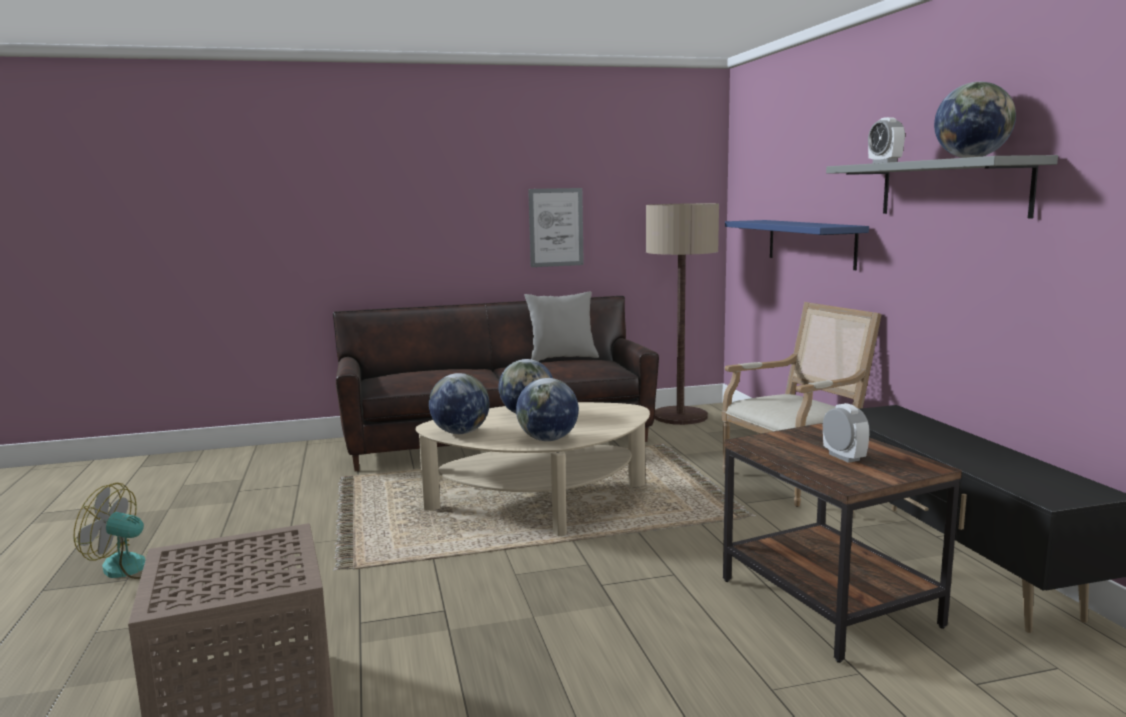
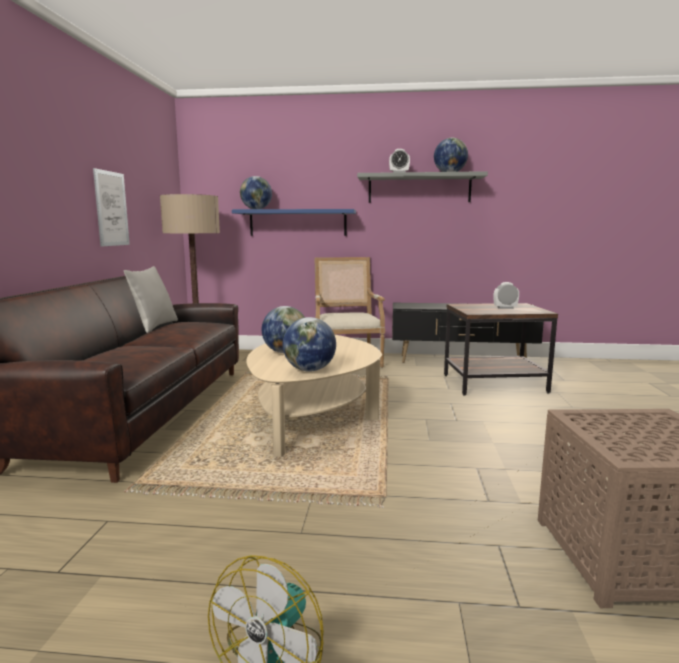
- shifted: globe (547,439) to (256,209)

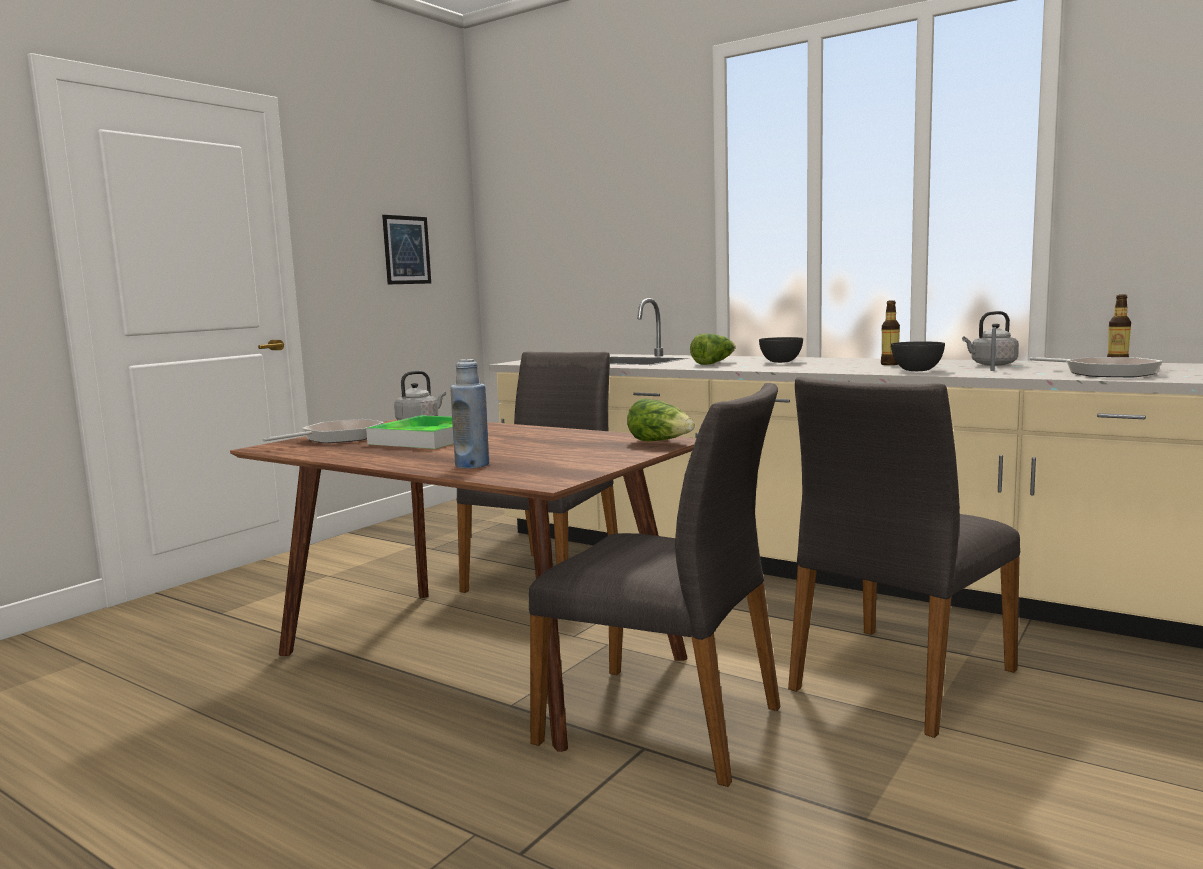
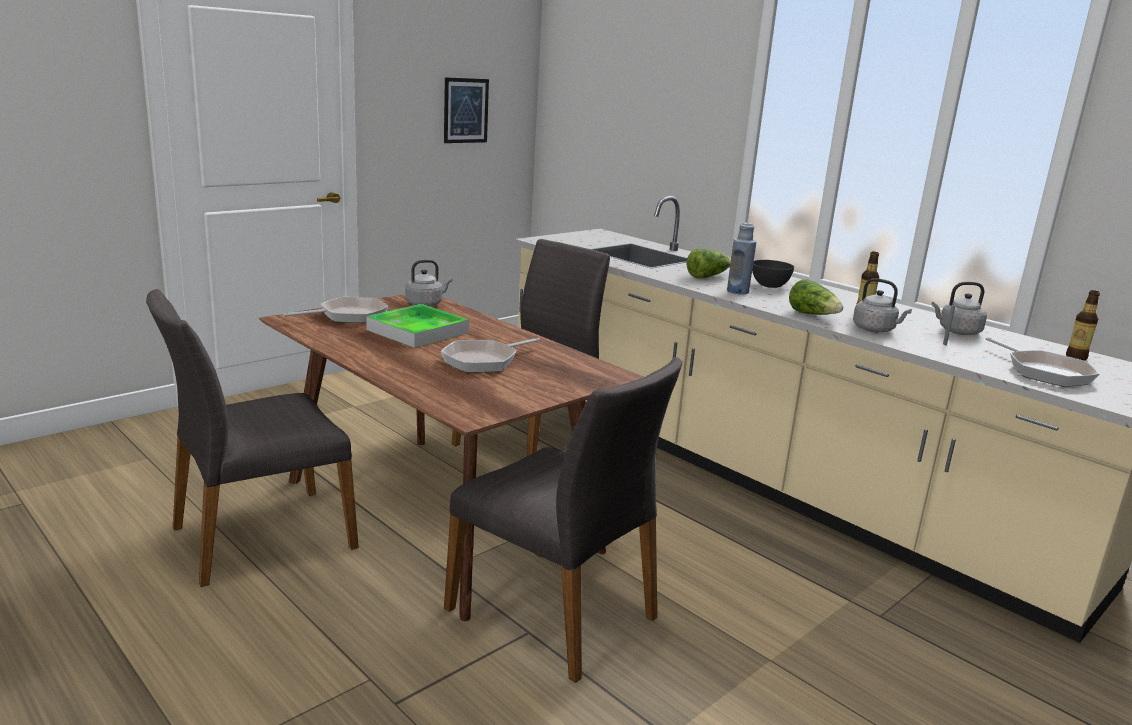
- shifted: chair (grey) (898,679) to (261,536)
- new: frying pan (484,361)
- shifted: bottle (blue) (472,465) to (737,291)
- shifted: lettuce (661,442) to (813,315)
- swapped: bowl (grey) (917,370) to kettle (grey) (876,330)

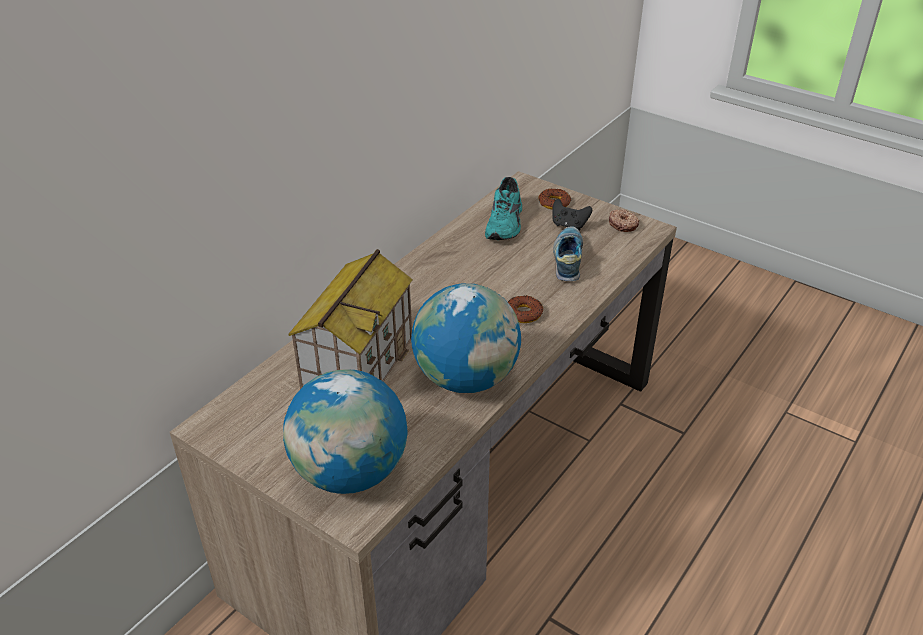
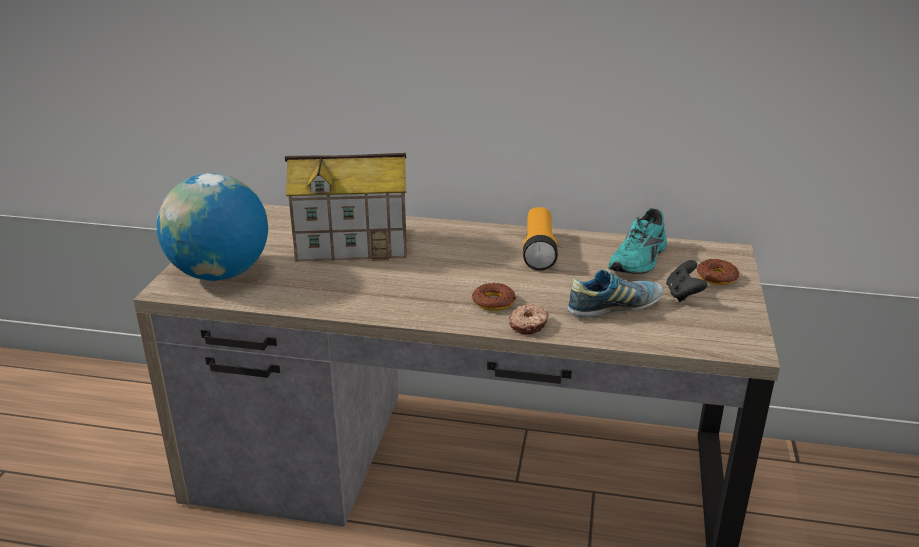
- shifted: donut (623,224) to (529,325)
- new: flashlight (539,250)
- rotated: shoe (turquoise) (506,223) = (640,259) 45 degrees counterclockwise
- gone: globe (466,378)

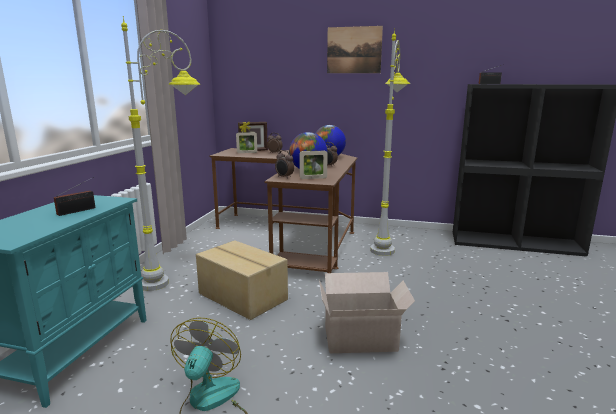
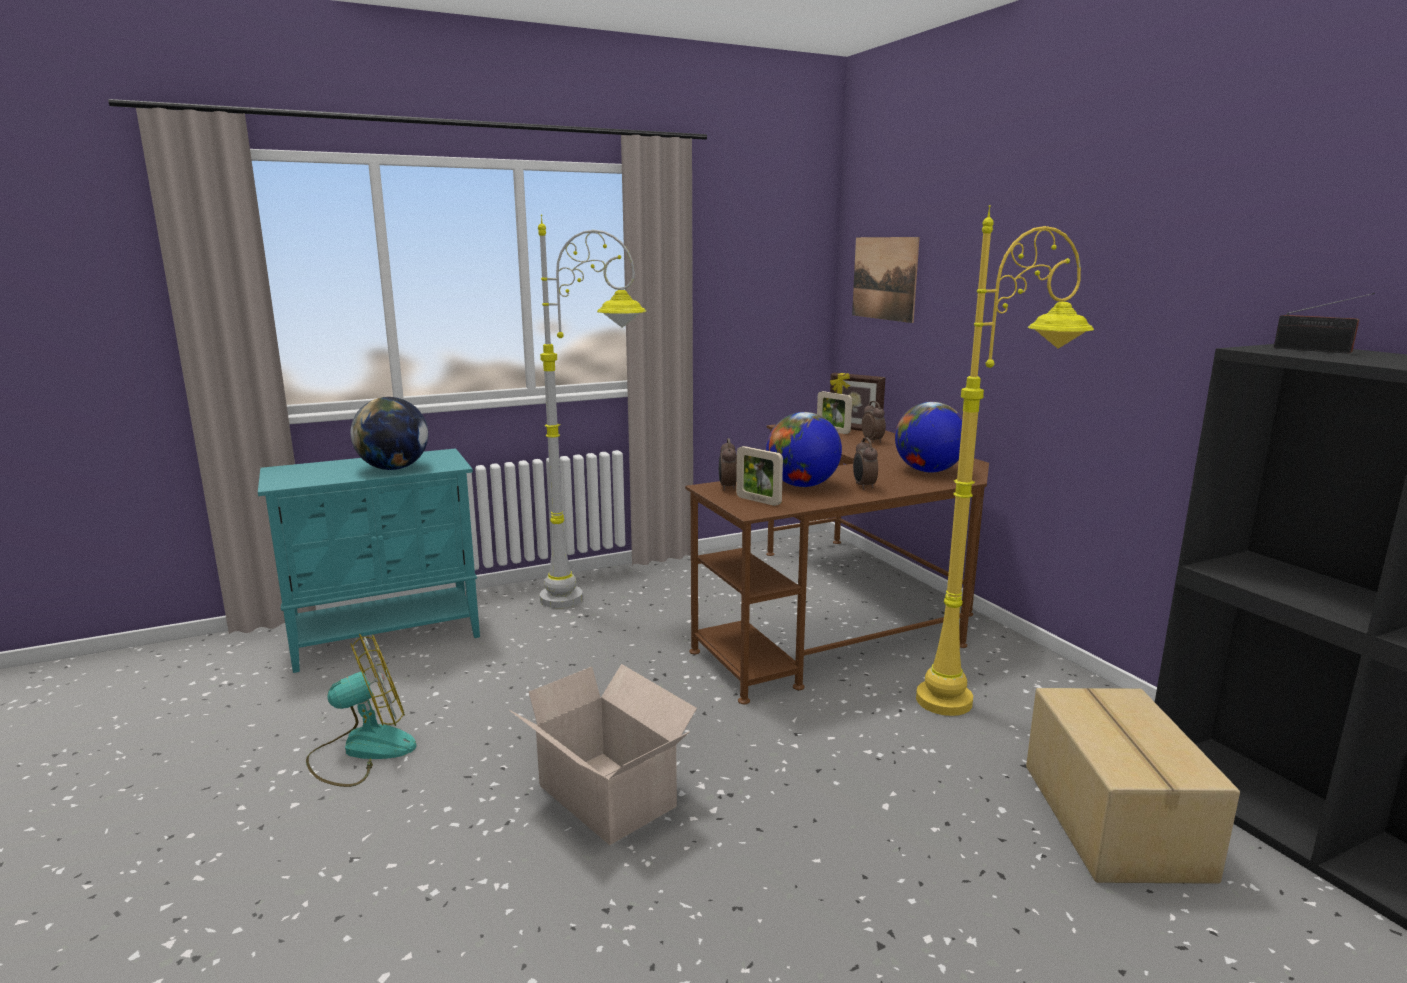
- swapped: radio (79,211) to globe (394,468)
- shifted: picture (354,50) to (884,278)
- repainted: floor lamp (grey) (385,243) to floor lamp (yellow) (982,692)
- shifted: cardboard box (242,297) to (1111,820)

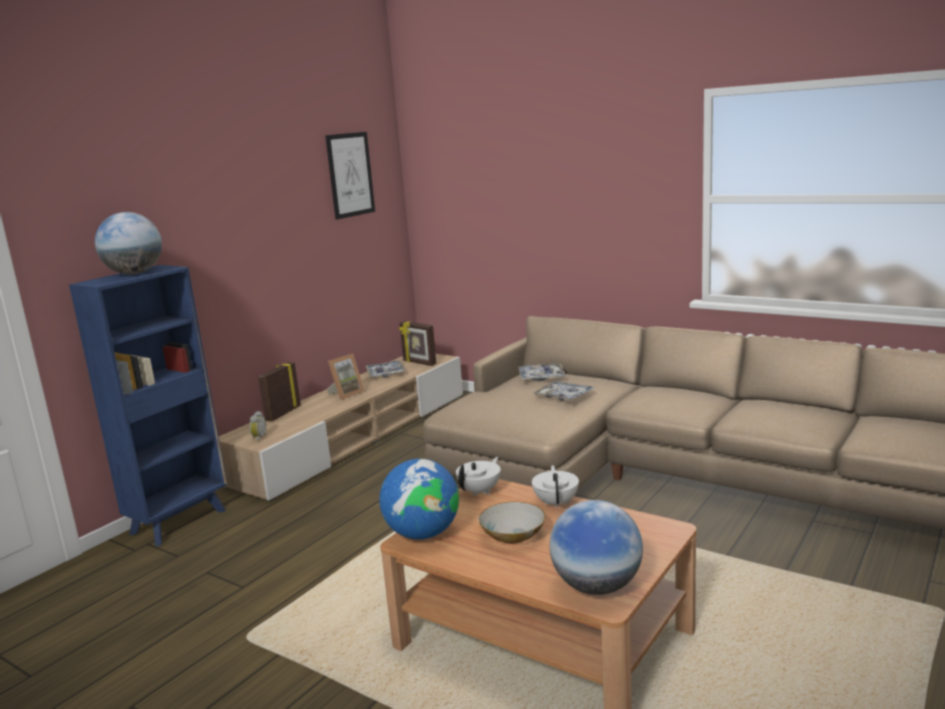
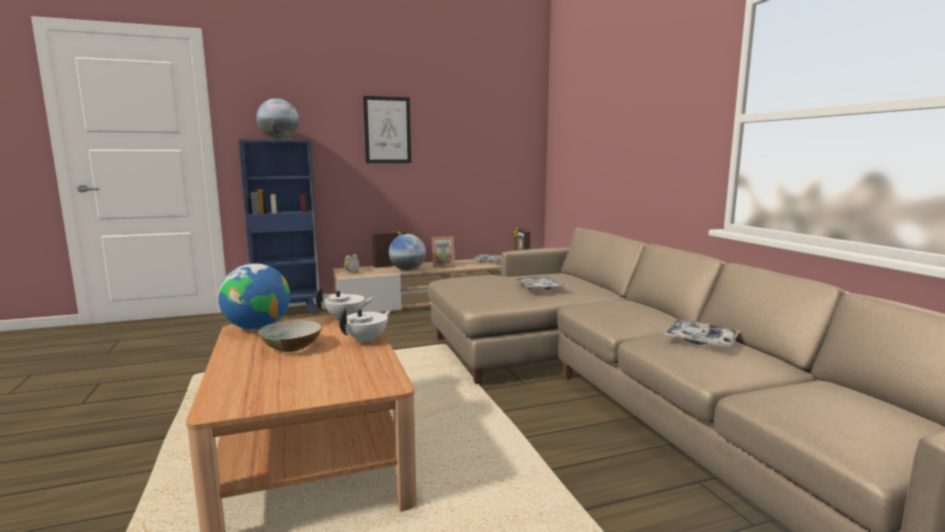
- shifted: picture (350,175) to (387,130)
- shifted: globe (596,586) to (407,270)
- shifted: tray (541,377) to (701,340)

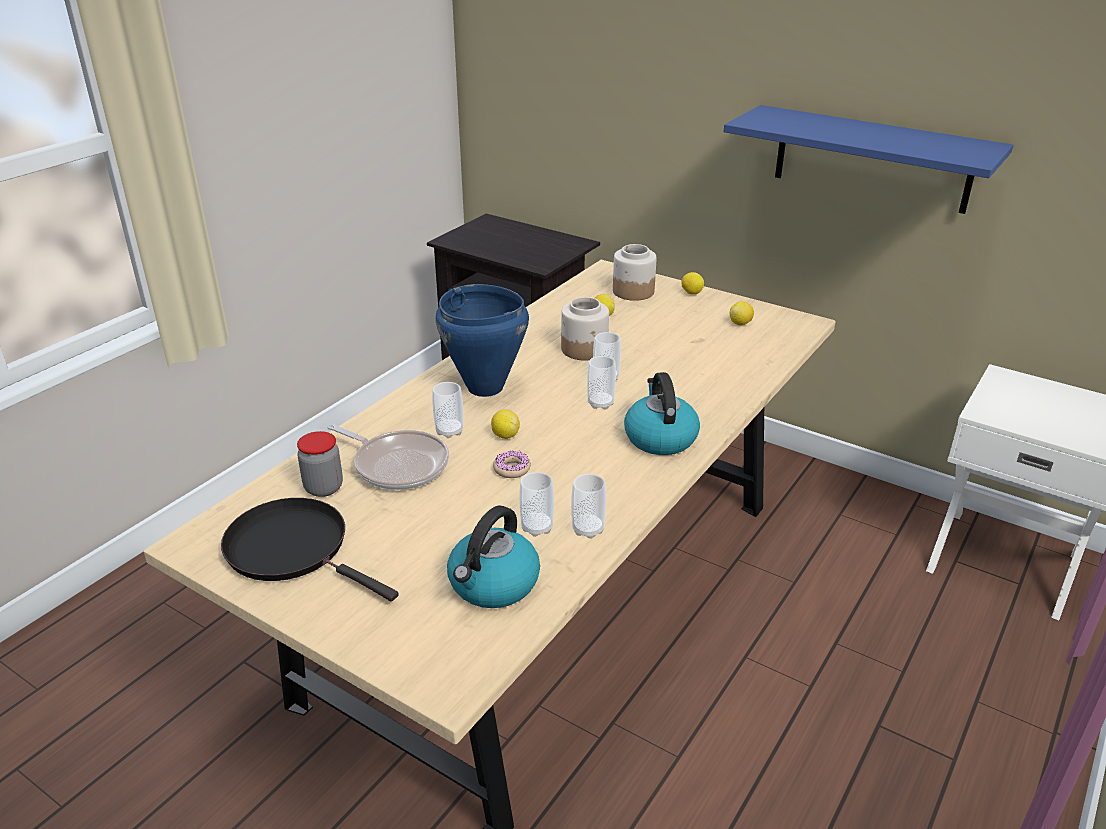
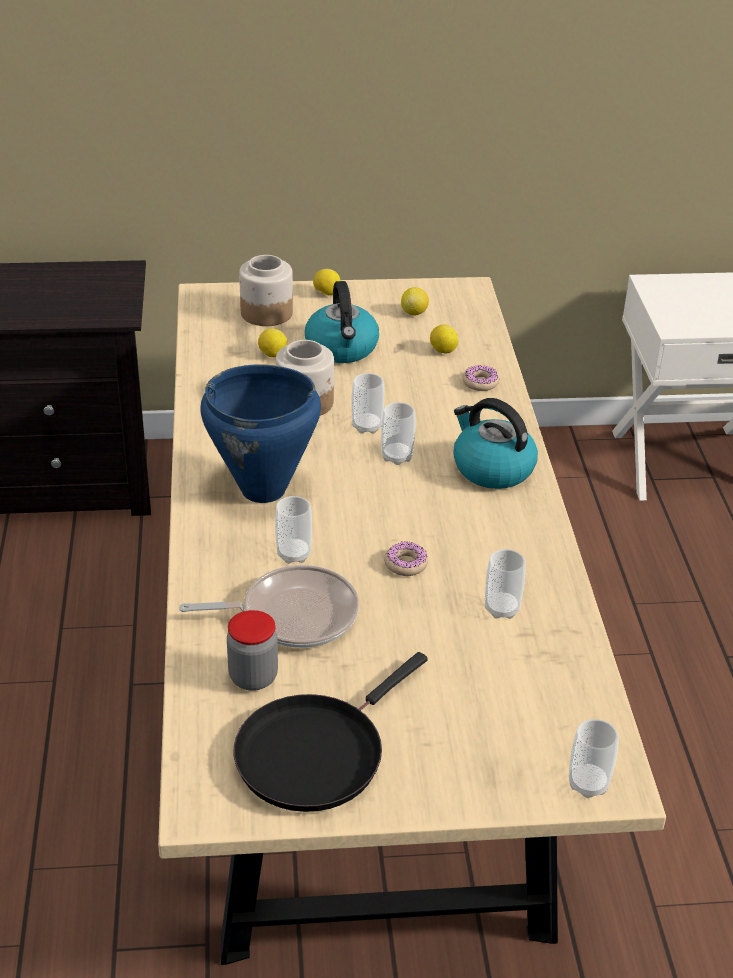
- rotated: frying pan (black) (293,549) = (315,752) 45 degrees counterclockwise
- shifted: kettle (493,584) to (342,349)
- shifted: lemon (505,435) to (443,351)
- new: donut (480,383)
- shifted: cup (588,529) to (588,784)
- gone: shelf (blue) (872,159)

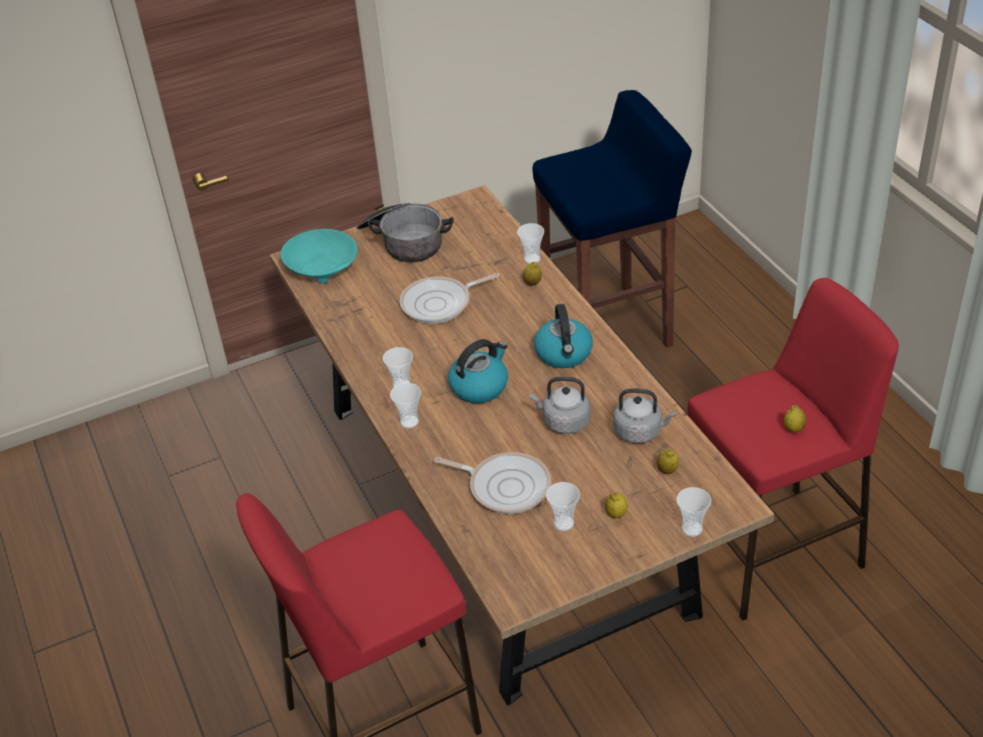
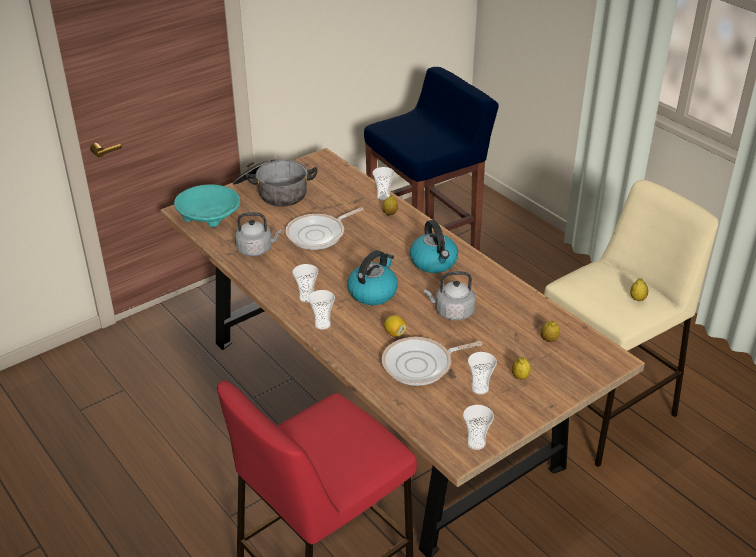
- shifted: kettle (grey) (640,431) to (256,249)
- rotated: frying pan (505,486) = (421,365) 150 degrees clockwise
- new: lemon (394,333)
- shifted: cup (692,529) to (476,443)
- repainted: stool (red) (772,551) to stool (beige) (603,412)

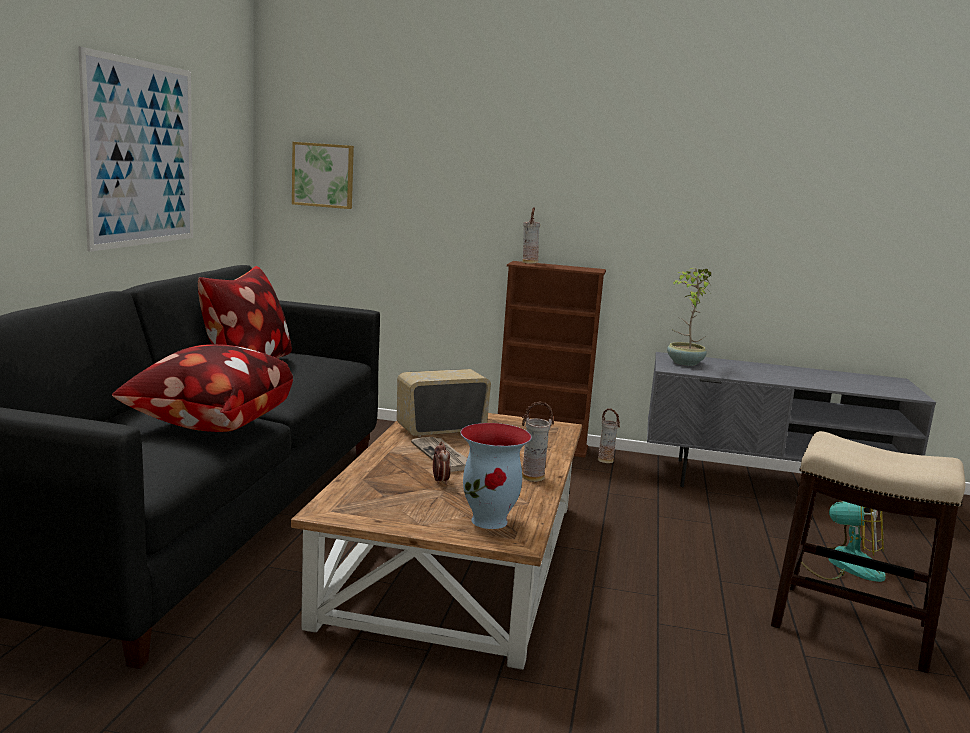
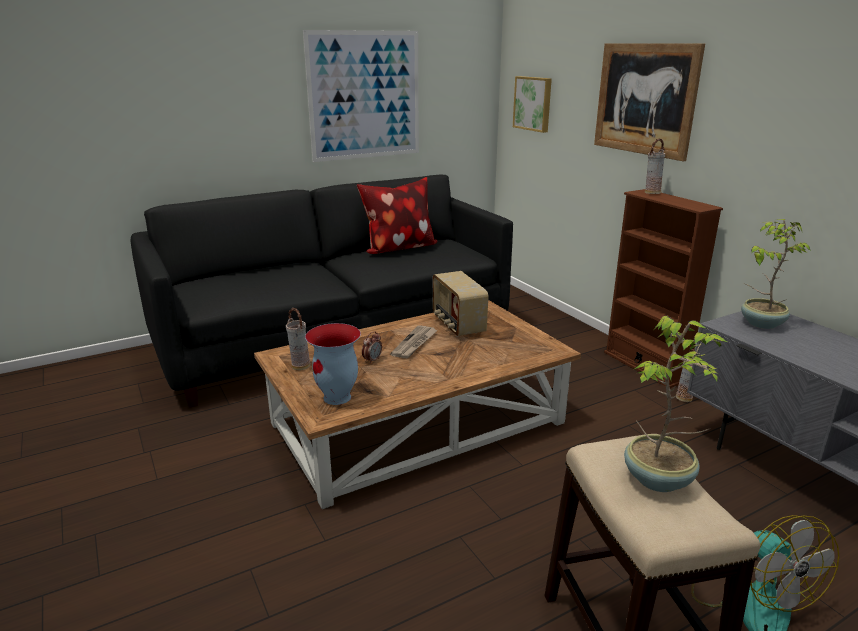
- shifted: vase (532,478) to (300,366)
- rotated: radio (440,430) = (457,325) 135 degrees counterclockwise
- new: picture (645,99)
- new: potted plant (659,480)
- gone: pillow (208,425)

